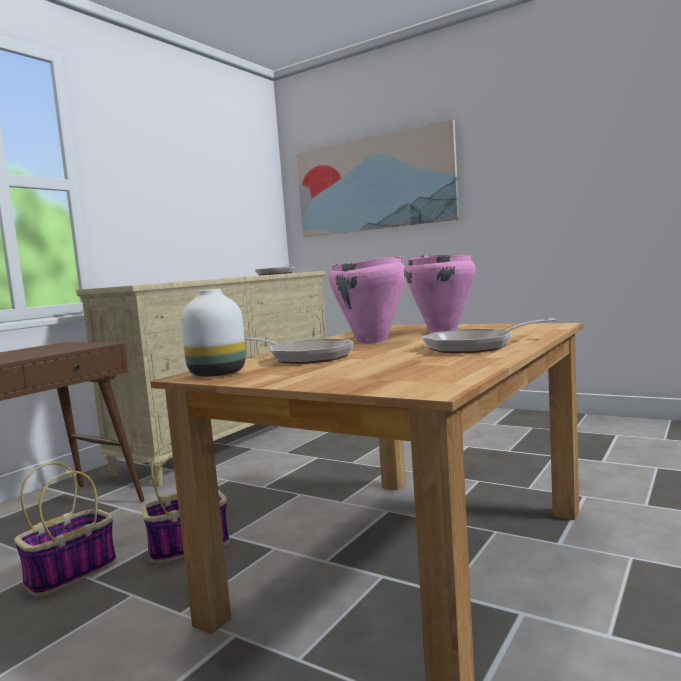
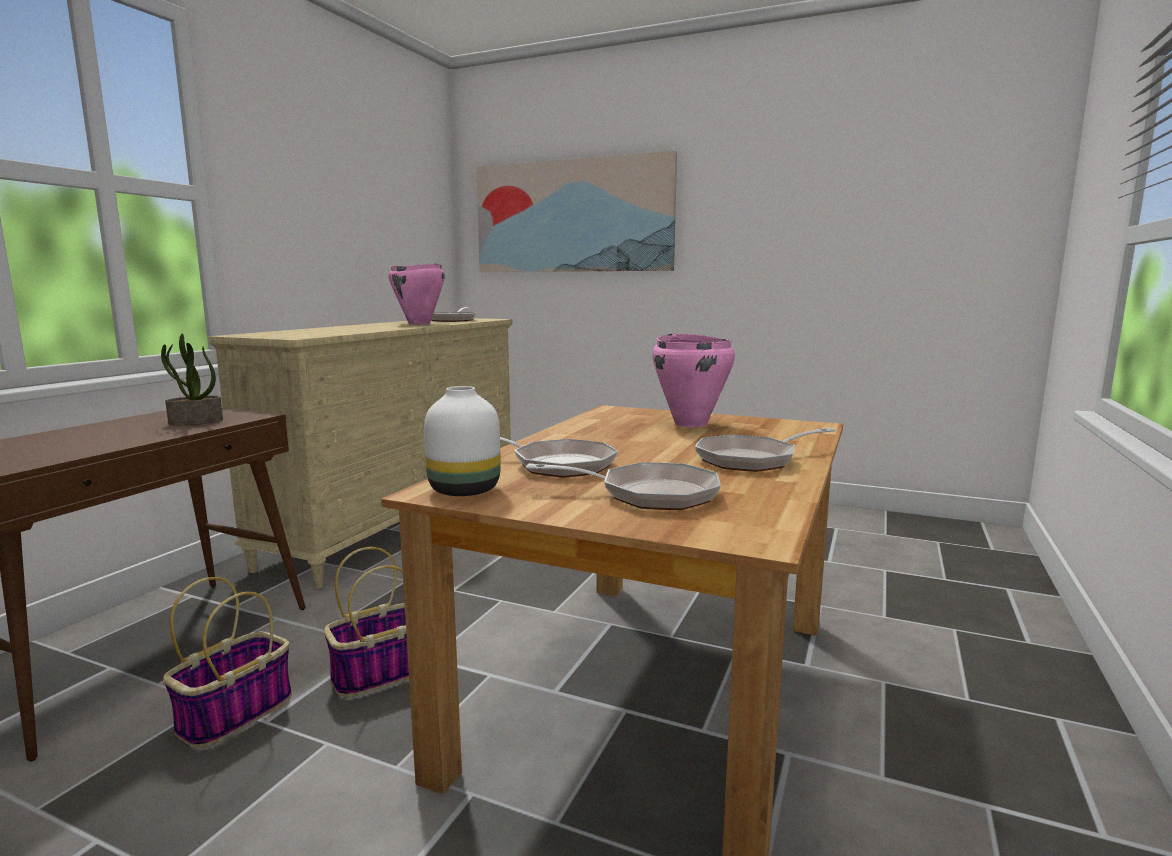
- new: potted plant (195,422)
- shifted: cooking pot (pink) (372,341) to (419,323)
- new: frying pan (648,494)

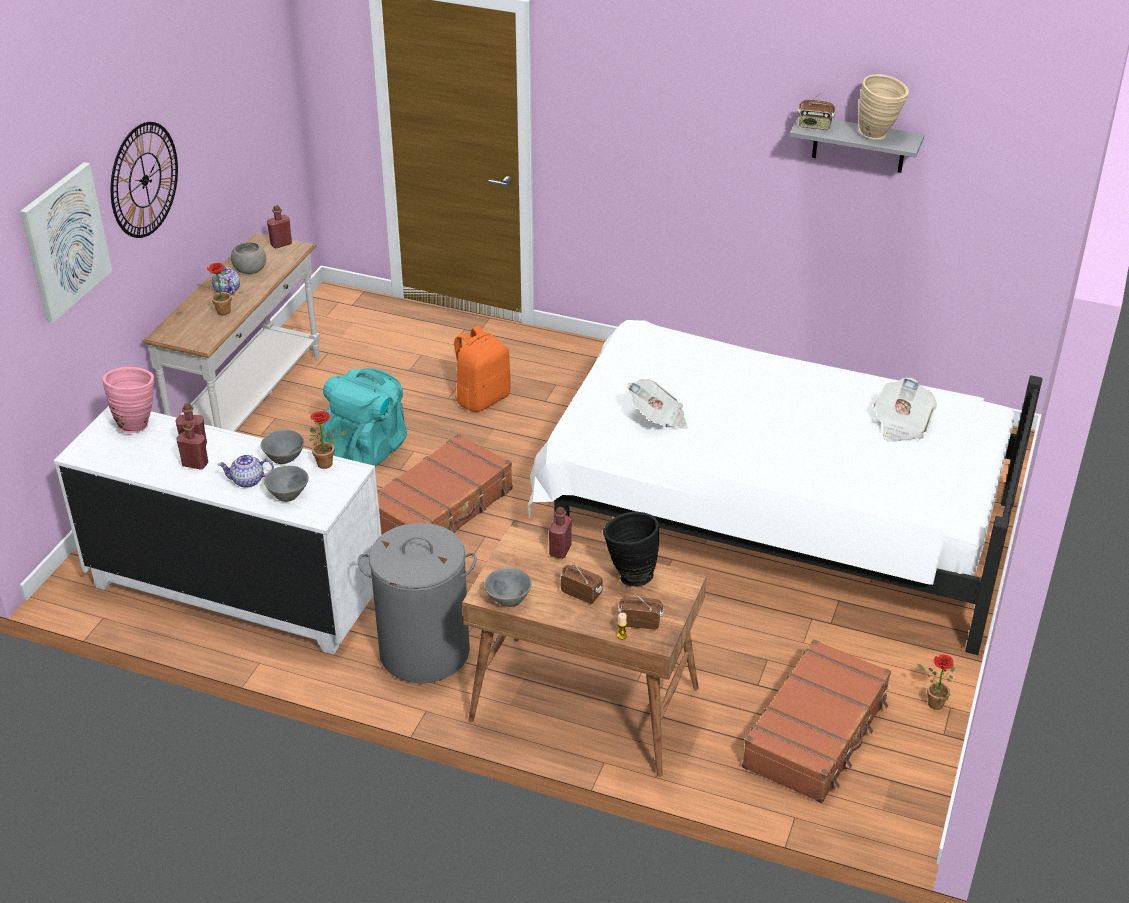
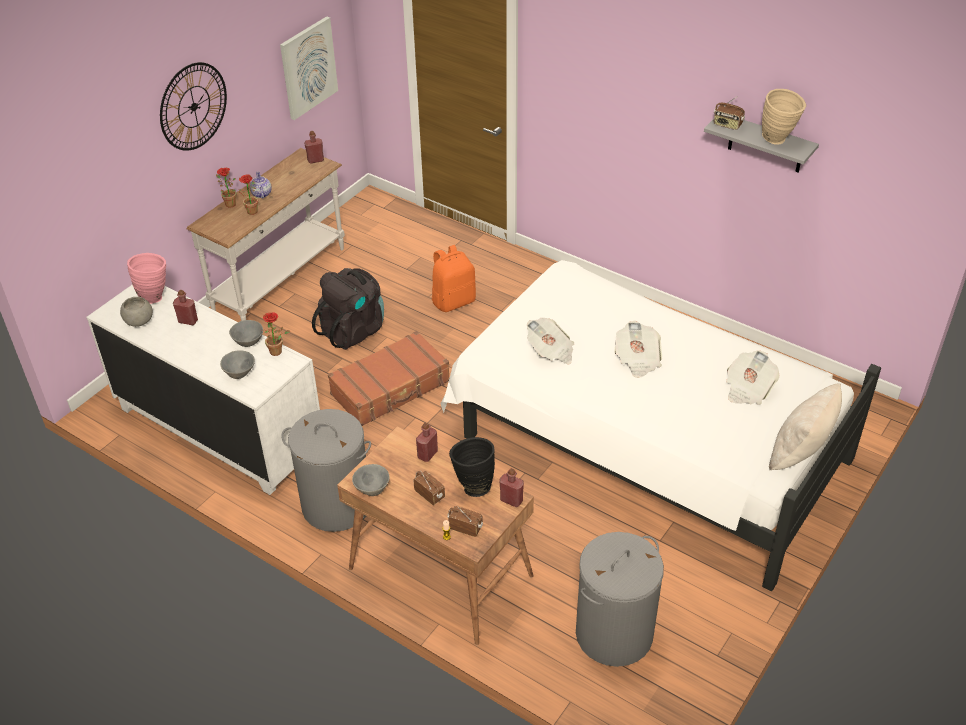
- shifted: bowl (grey) (250,270) to (138,321)
- shifted: potted plant (932,703) to (228,204)
- shifted: picture (65,241) to (308,67)
- repainted: backpack (turquoise) (368,449) to backpack (black) (353,330)
- shifted: bottle (red) (195,464) to (511,500)
- swapped: suitcase (brown) (817,733) to laundry basket (grey) (614,633)
- new: newspaper (637,360)
- new: pillow (beige) (800,453)
- gone: teapot (248,481)

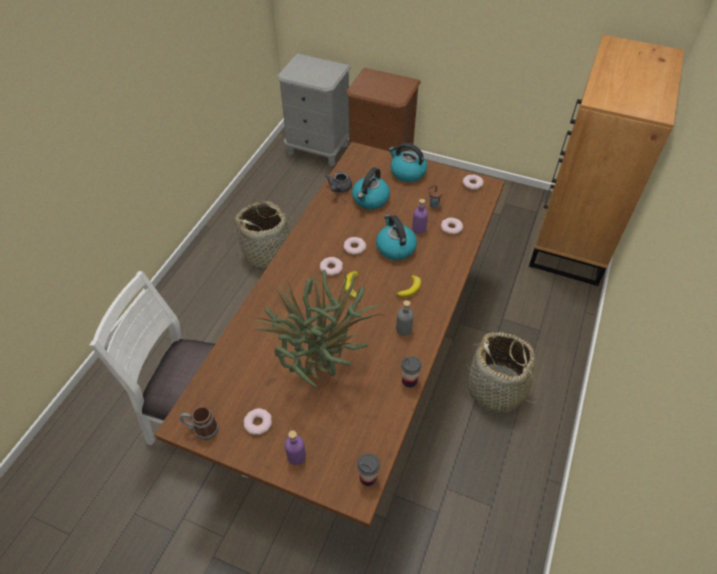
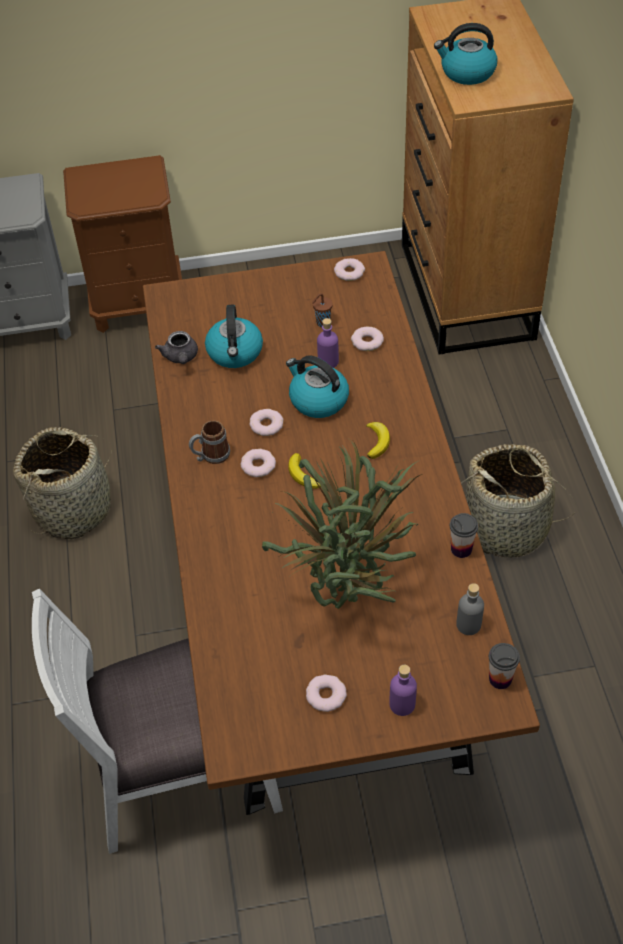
- shifted: mug (202,429) to (210,456)
- shifted: kettle (407,172) to (467,73)
- shifted: bottle (grey) (404,329) to (468,625)

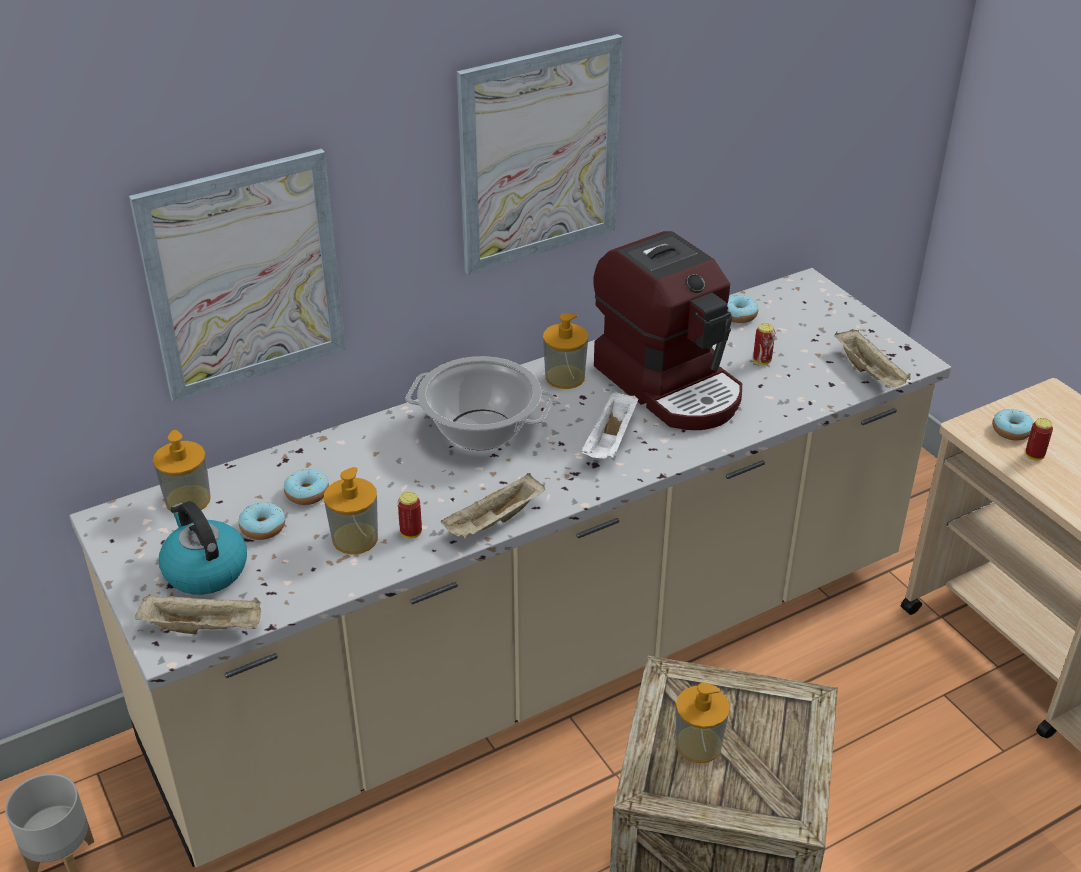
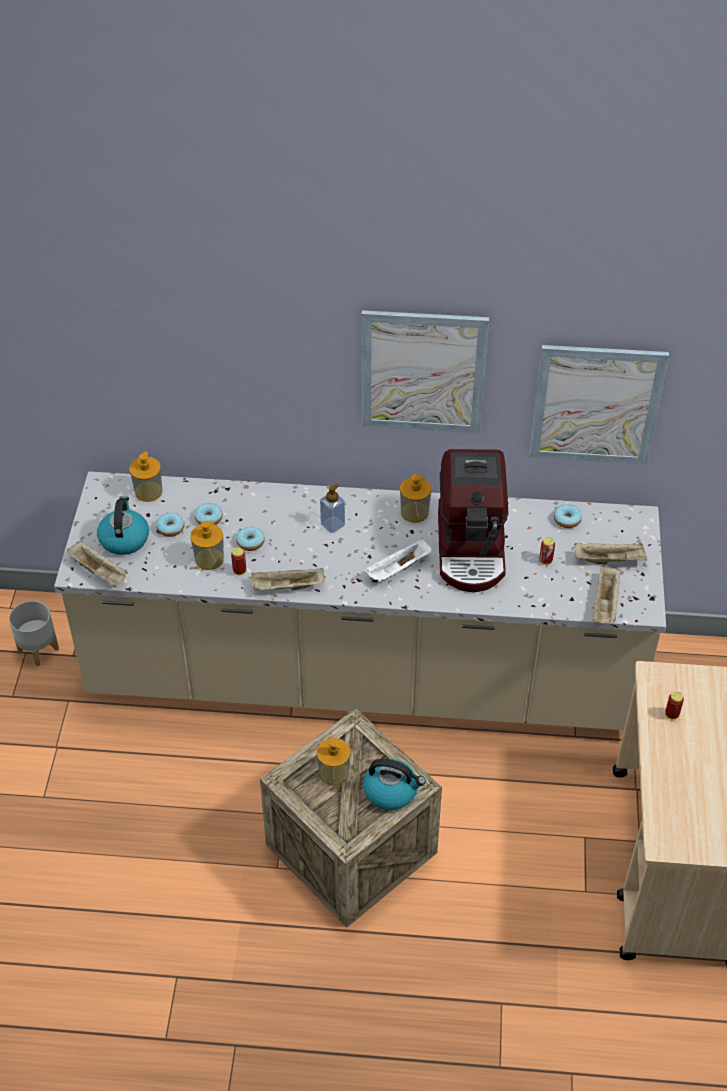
- shifted: donut (1011,431) to (250,542)
- swapped: cooking pot (480,430) to soap dispenser (332,525)
- new: kettle (391,791)
- shifted: picture (244,276) to (596,404)
- new: tray (beige) (610,560)

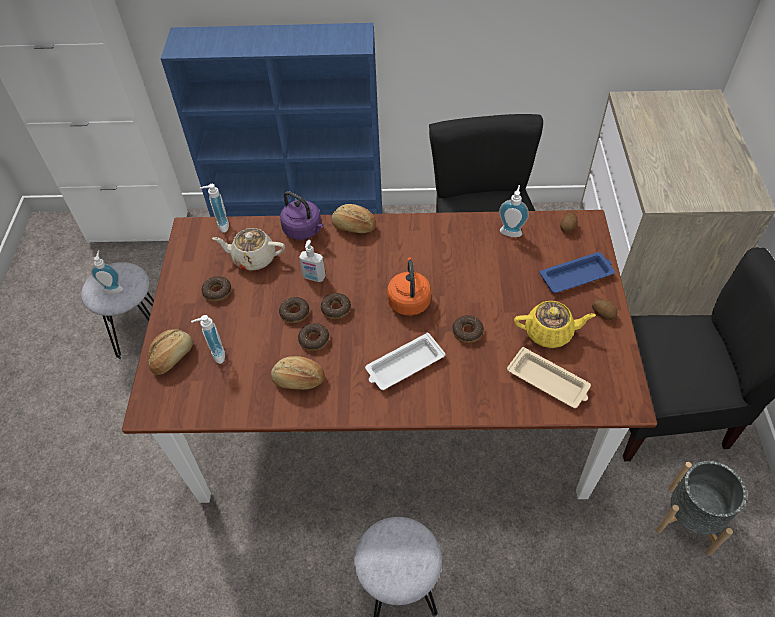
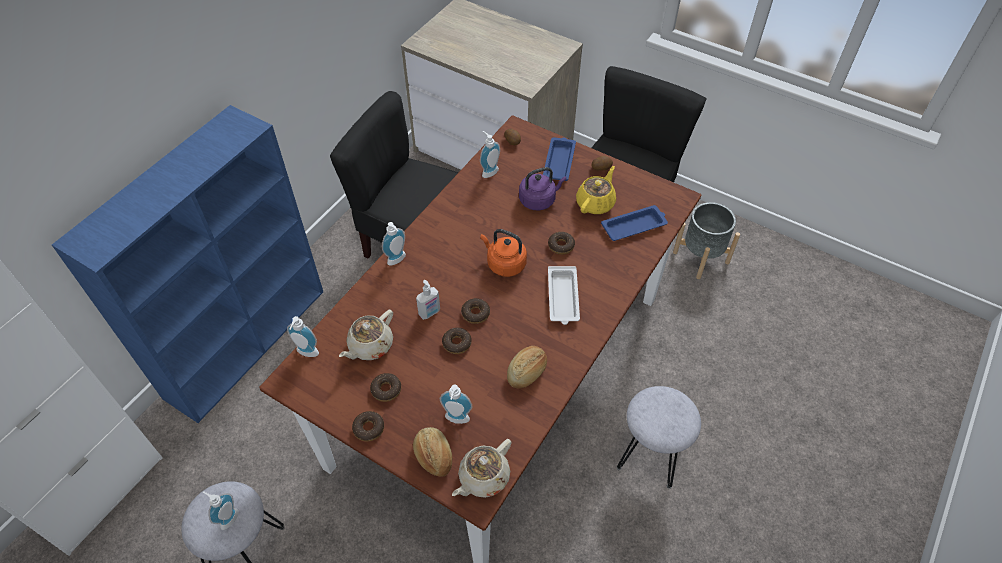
- shifted: donut (314,340) to (369,428)
- swapped: bread (353,227) to soap dispenser (398,260)
- new: teapot (beige) (483,477)
- shifted: kettle (purple) (304,230) to (539,200)
- repainted: tray (beige) (549,381) to tray (blue) (635,226)

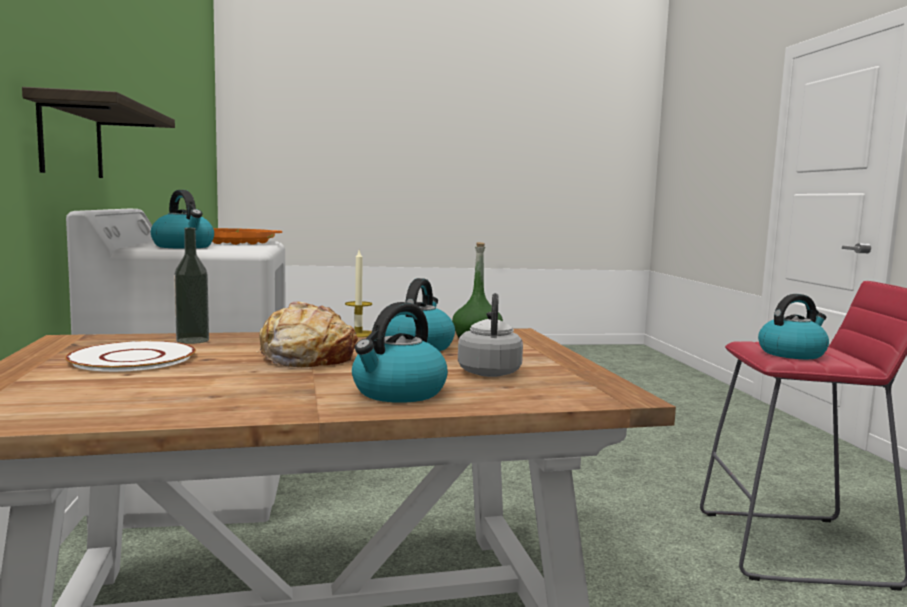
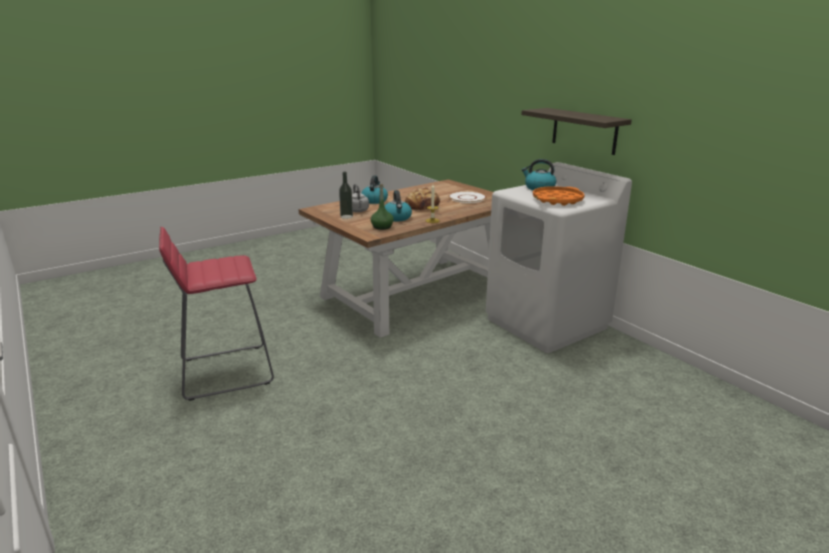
- shifted: bottle (192,340) to (346,216)
- gone: kettle (792,353)

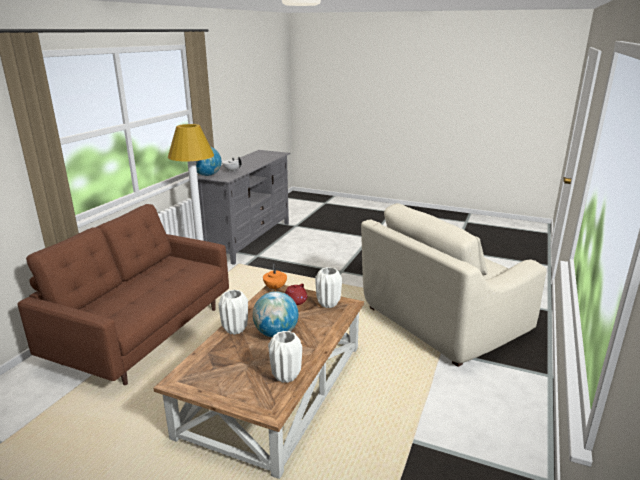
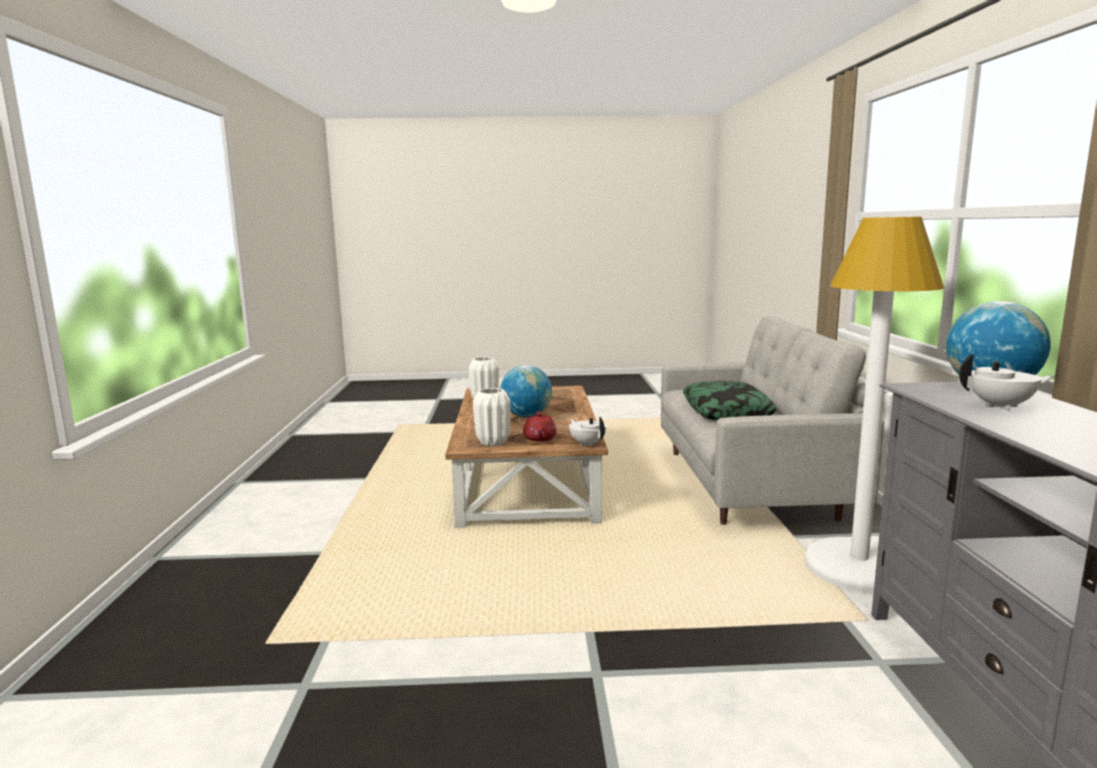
- repainted: teapot (orange) (275,288) to teapot (white) (587,444)
- repainted: sofa (brown) (144,333) to sofa (grey) (749,484)
- new: pillow (727,412)
- gone: vase (white) (235,330)
- gone: armchair (beige) (442,320)

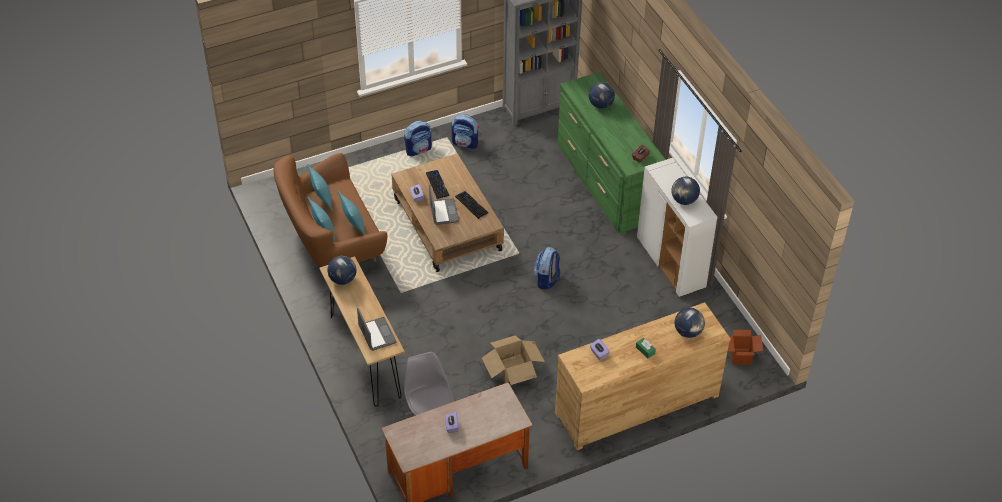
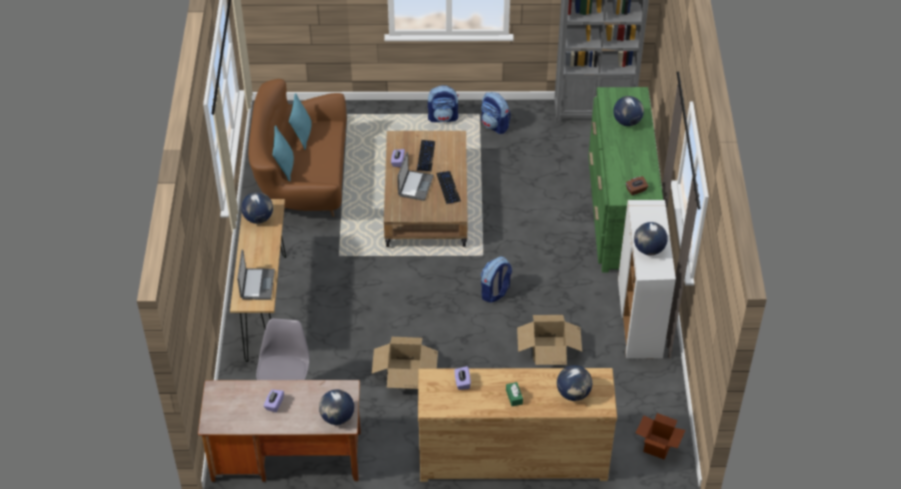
- new: globe (337,417)
- new: cardboard box (549,349)
- gone: pillow (turquoise) (354,225)

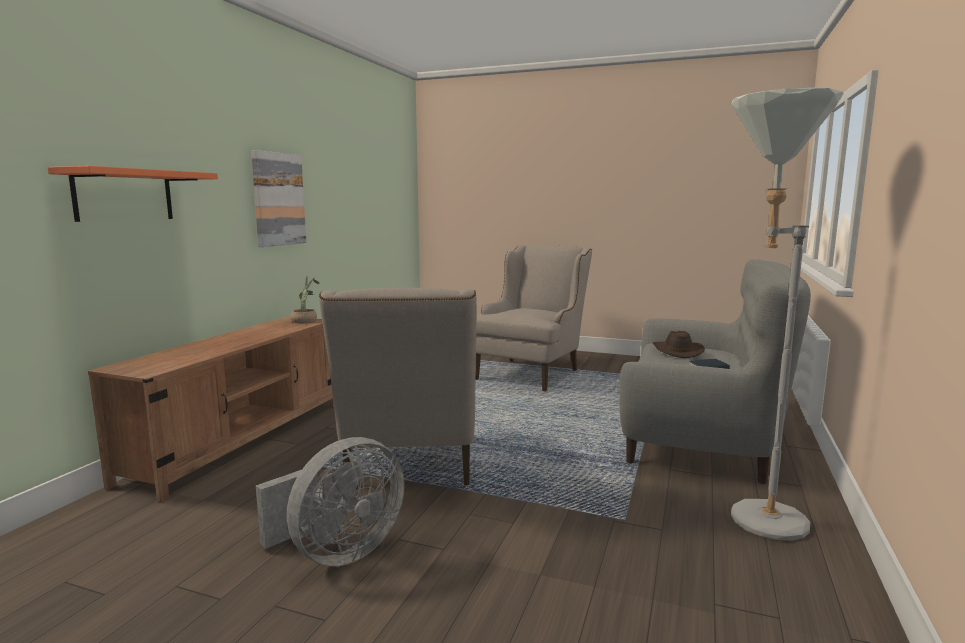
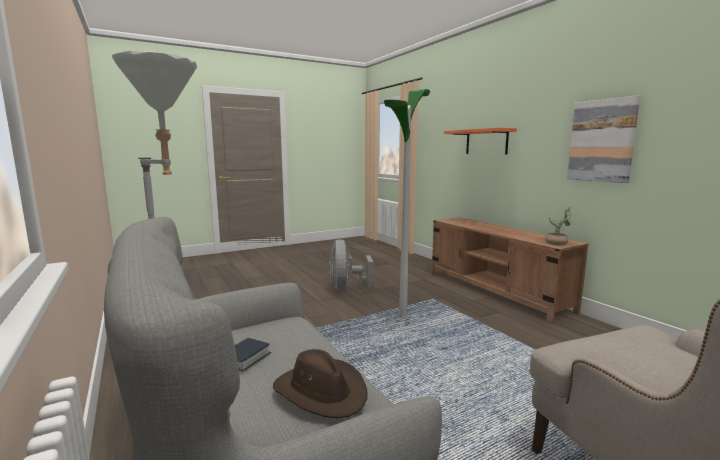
- swapped: armchair (beige) (409,467) to floor lamp (402,315)

